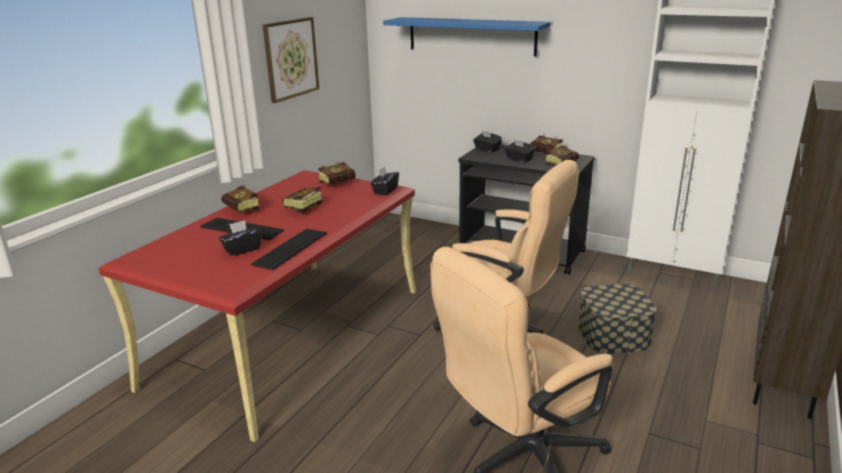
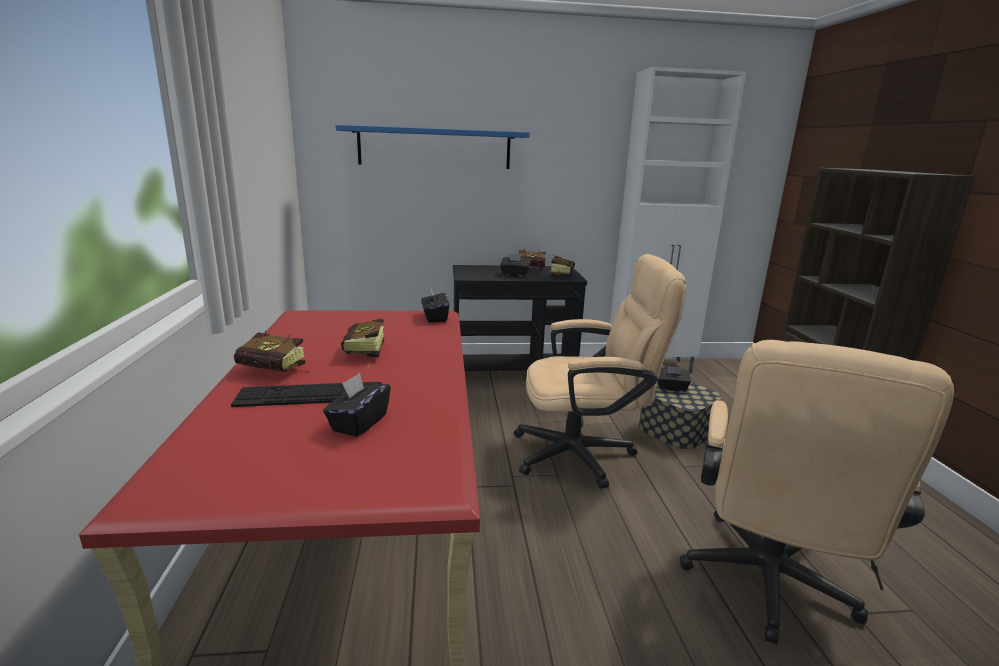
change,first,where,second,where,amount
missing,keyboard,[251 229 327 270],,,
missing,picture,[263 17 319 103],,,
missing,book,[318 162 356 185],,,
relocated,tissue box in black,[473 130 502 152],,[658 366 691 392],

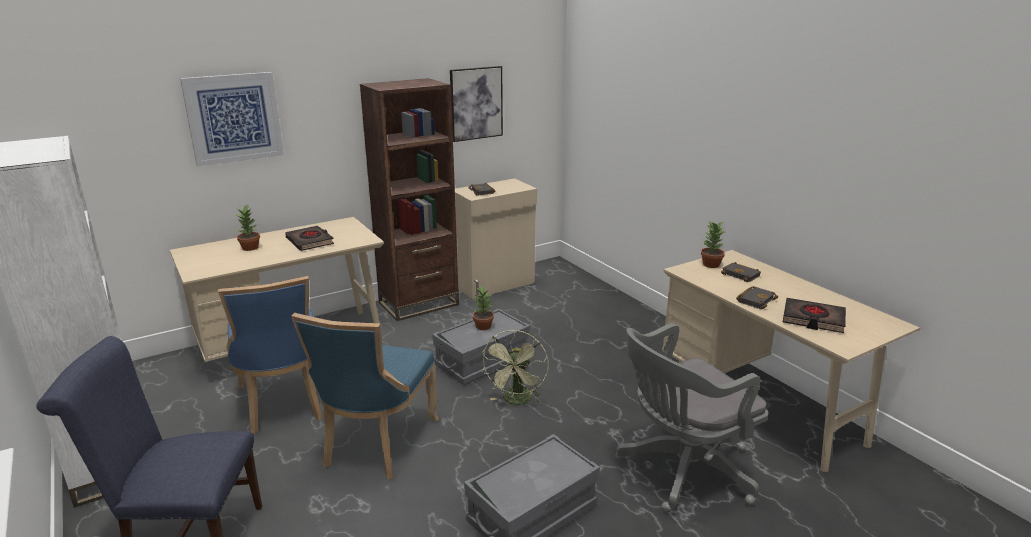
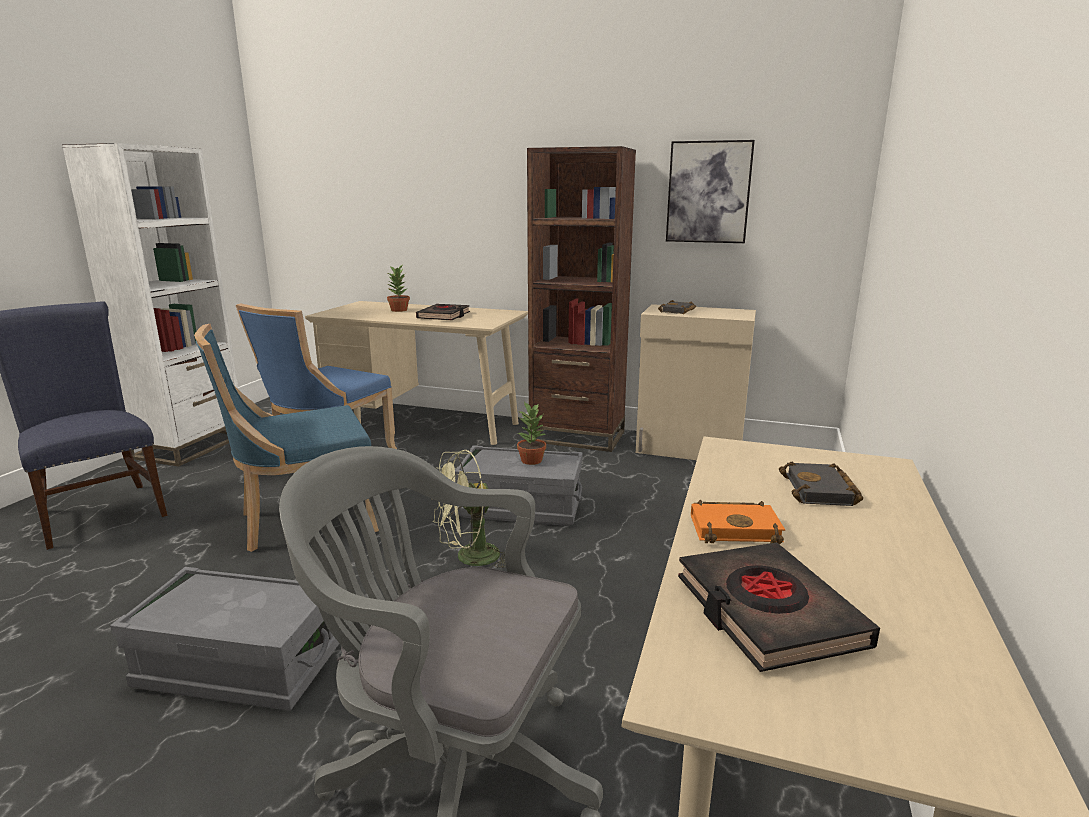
change,first,where,second,where,amount
missing,picture,[180 72 284 166],,,
missing,potted plant,[701 221 725 268],,,
colour,book in black,[736 286 778 309],book in orange,[691 500 785 545],

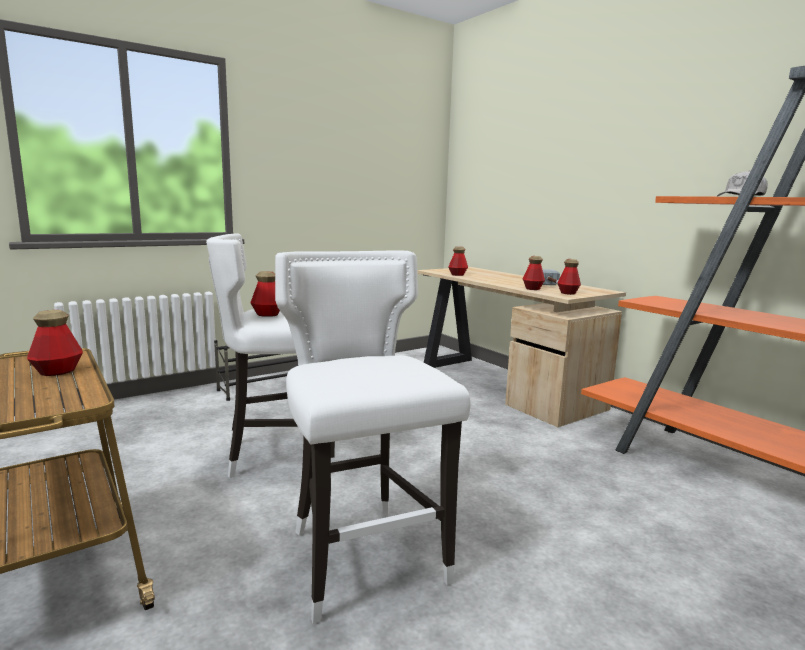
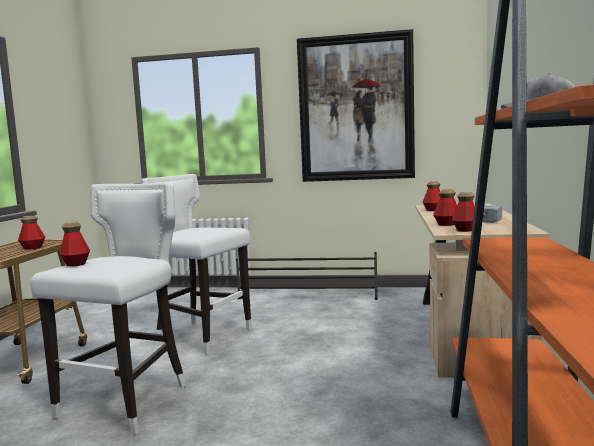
change,first,where,second,where,amount
appeared,,,picture,[297 29 415 182],
relocated,bottle,[250 271 280 317],,[60 222 90 266],

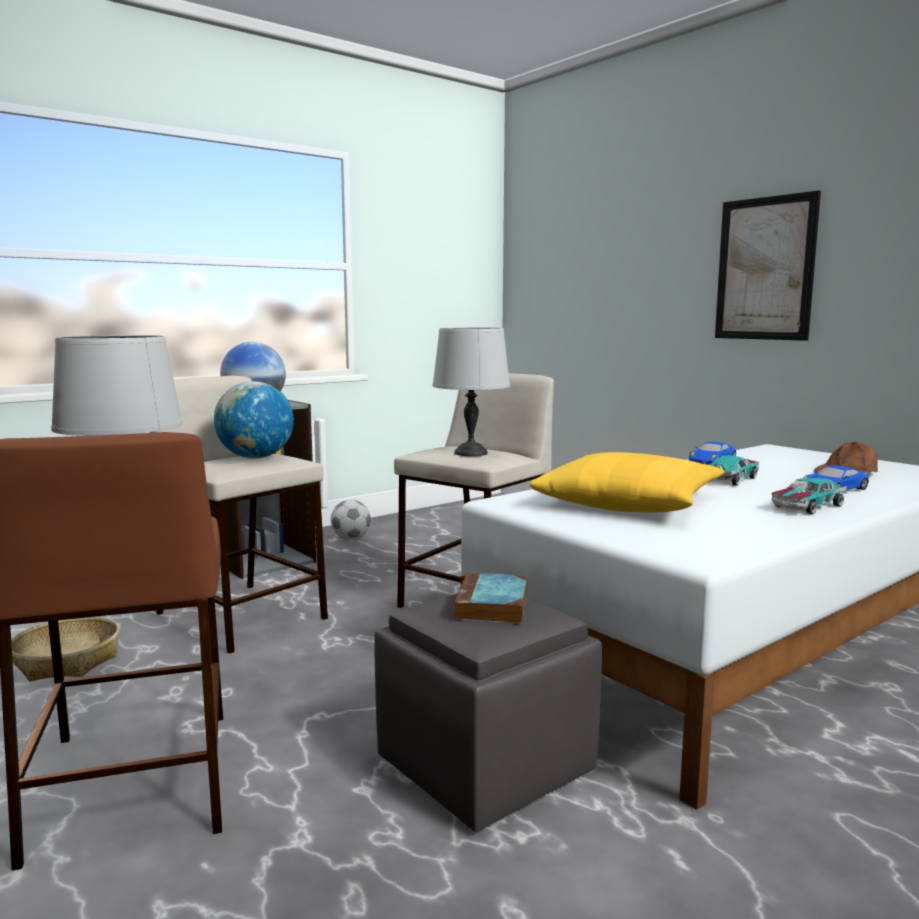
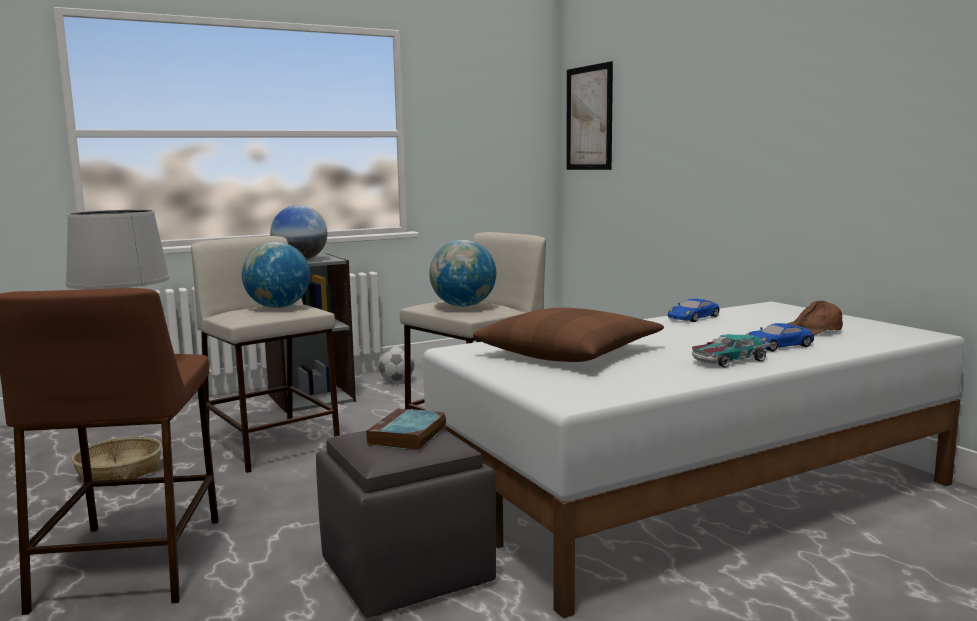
change,first,where,second,where,amount
missing,toy car,[710 455 759 486],,,
relocated,picture,[715 190 821 341],,[567 61 613 170],
exchanged,table lamp in grey,[433 328 510 456],globe,[429 240 496 307],
colour,pillow in yellow,[529 452 724 513],pillow in brown,[473 308 664 362],

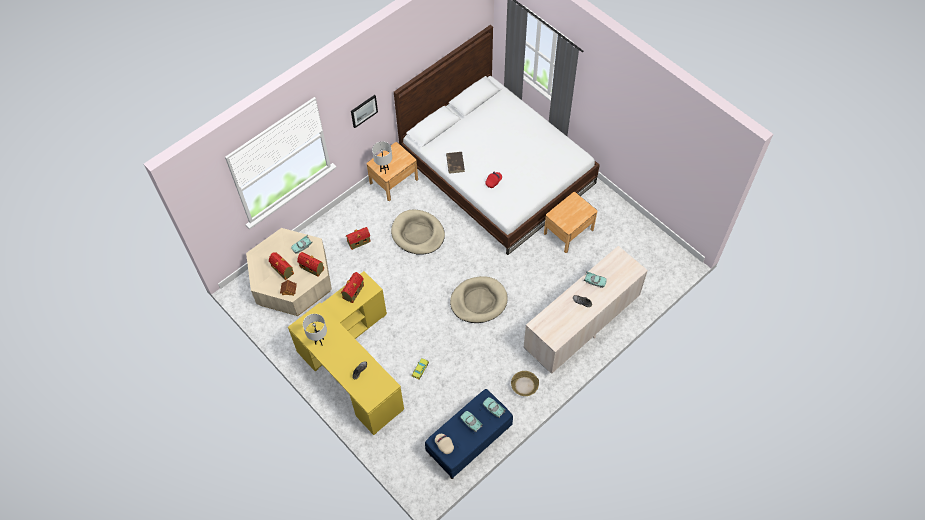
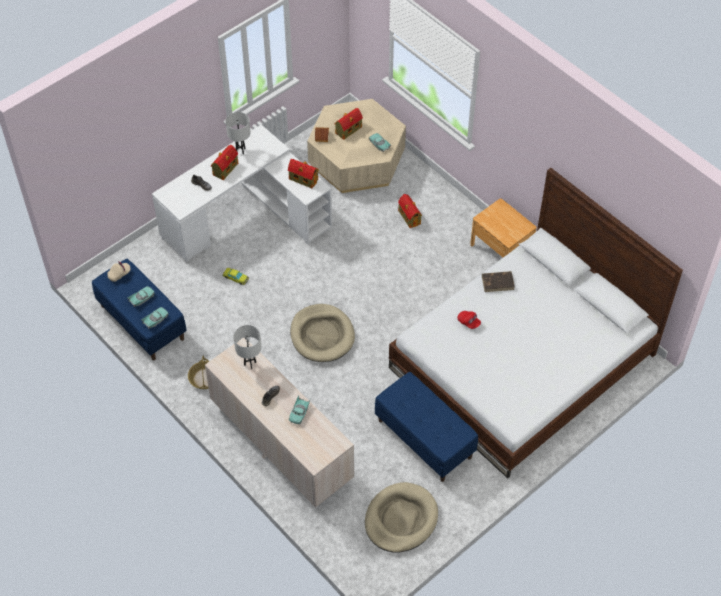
change,first,where,second,where,amount
missing,picture,[351 95 378 128],,,
relocated,toy house,[297 252 324 277],,[211 145 238 180],
relocated,table lamp in white,[372 141 392 174],,[233 325 261 369],
relocated,dog bed in beige,[391 210 445 255],,[365 482 438 553],
exchanged,nightstand in brown,[544 192 597 253],bench in blue,[375 372 478 482],
colour,desk in yellow,[288 271 404 435],desk in white,[152 125 332 262],

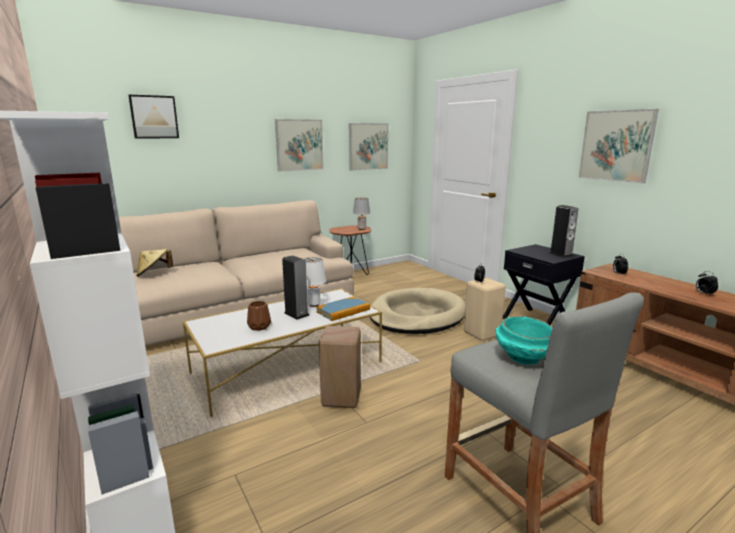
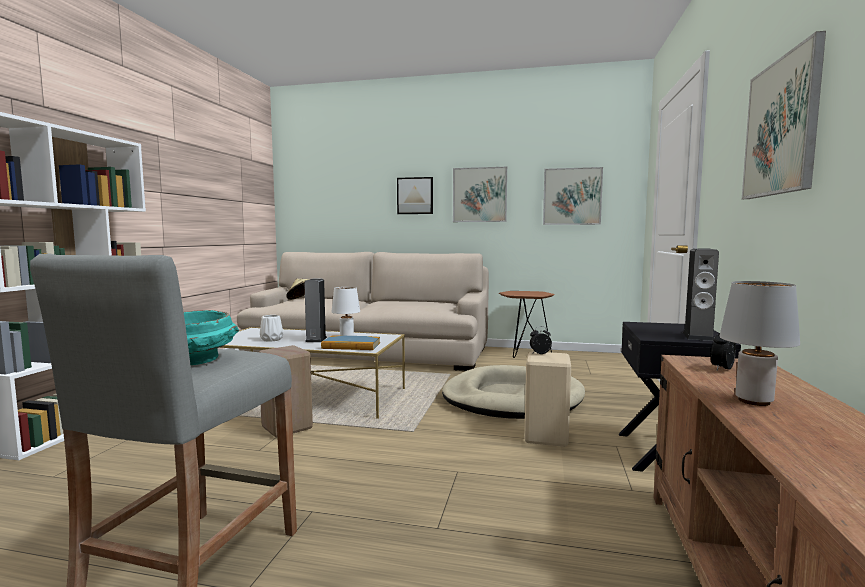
change,first,where,second,where,amount
missing,alarm clock,[696 271 718 296],,,
relocated,picture,[128 95 179 139],,[397 177 433 214],
relocated,table lamp in grey,[353 198 370 230],,[720 281 800 406],
colour,vase in brown,[247 301 271 331],vase in white,[260 315 283 342],

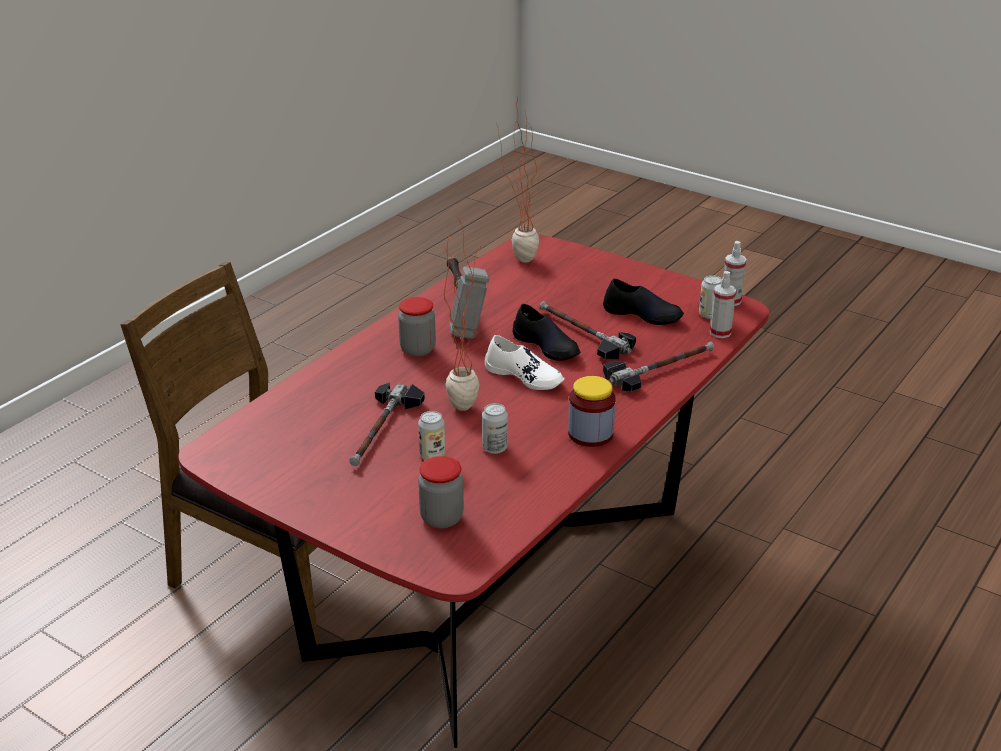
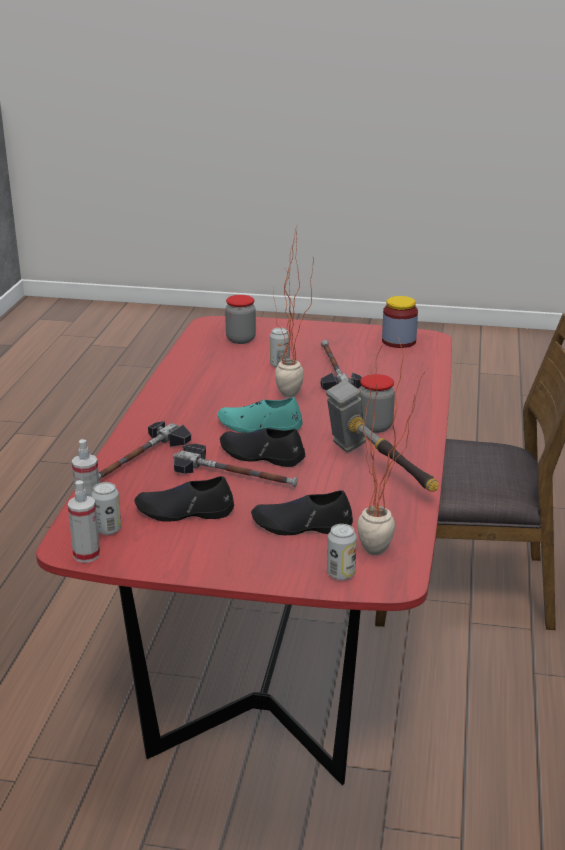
change,first,where,second,where,amount
appeared,,,shoe in black,[251 490 353 535],
relocated,can,[482 403 508 454],,[327 524 357 580],
relocated,jar,[568 376 616 447],,[382 296 418 348],
colour,shoe in white,[485 335 565 390],shoe in turquoise,[217 397 303 433],

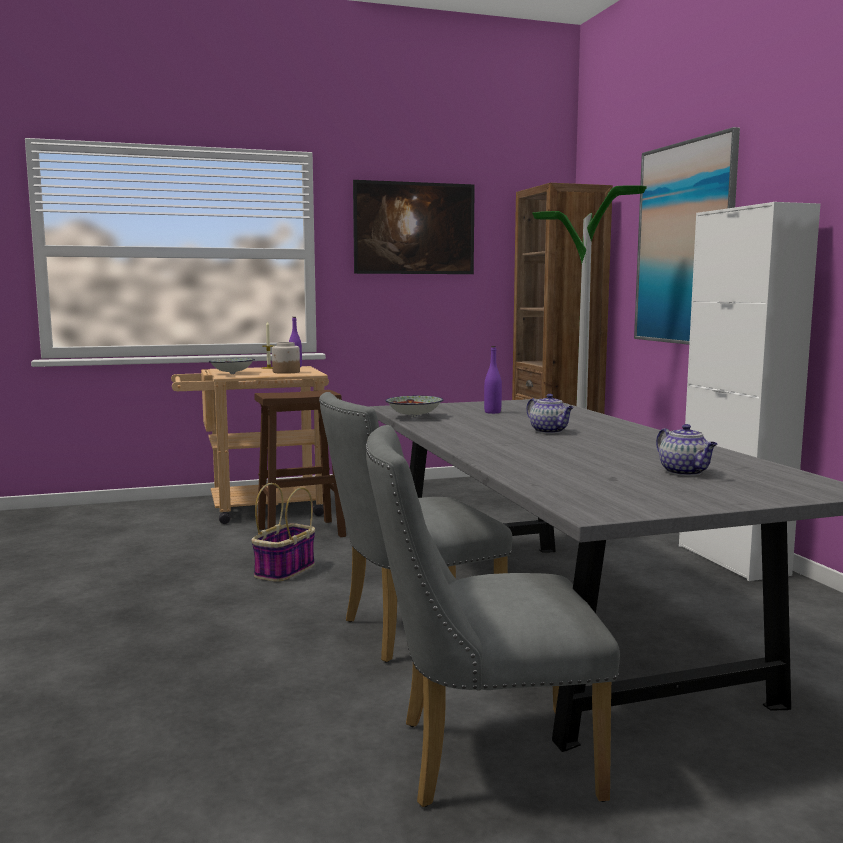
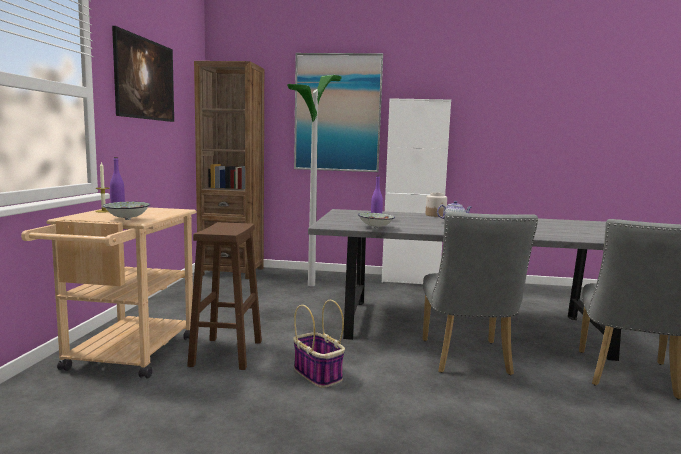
change,first,where,second,where,amount
missing,teapot,[656 424 717 476],,,
relocated,jar,[272 342 300 374],,[426 193 447 217],

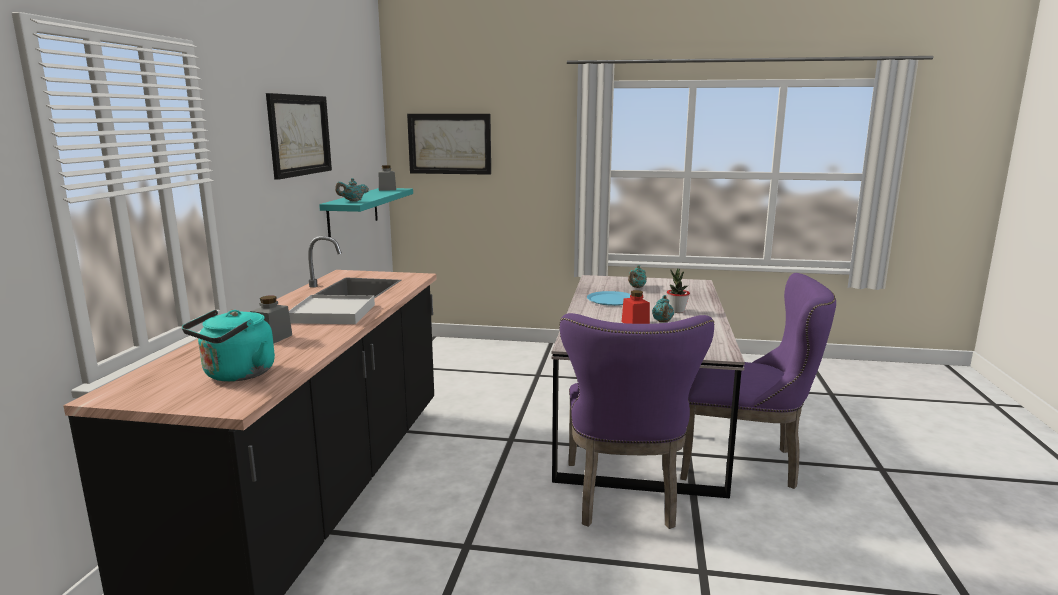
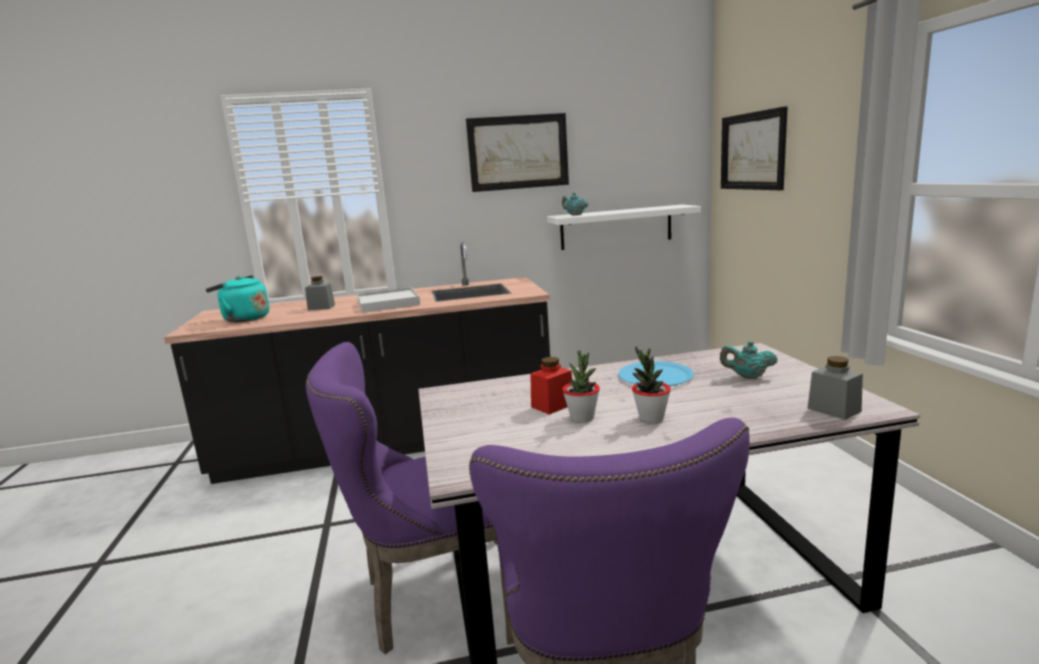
change,first,where,second,where,amount
relocated,jar in grey,[379 165 396 191],,[807 356 863 420],
exchanged,teapot in turquoise,[652 295 674 322],potted plant,[562 350 600 422],
colour,shelf in turquoise,[319 188 413 237],shelf in white,[547 204 701 250],

